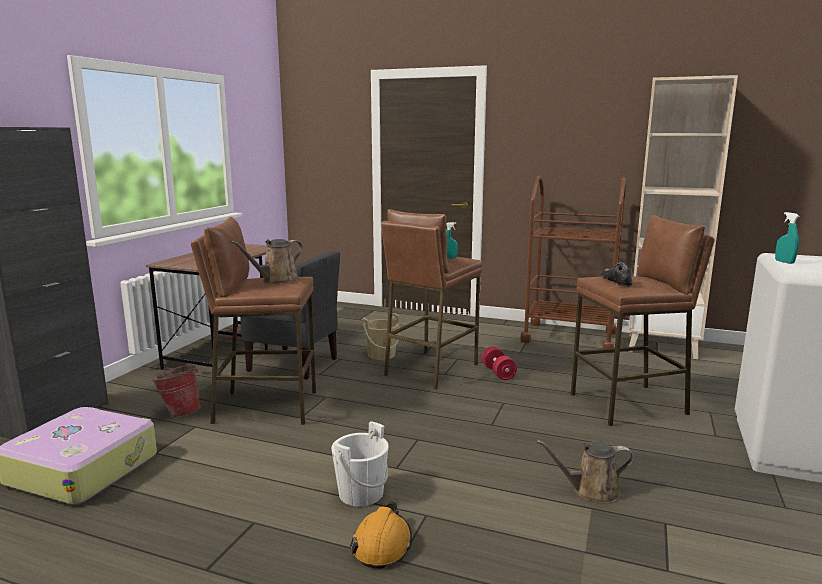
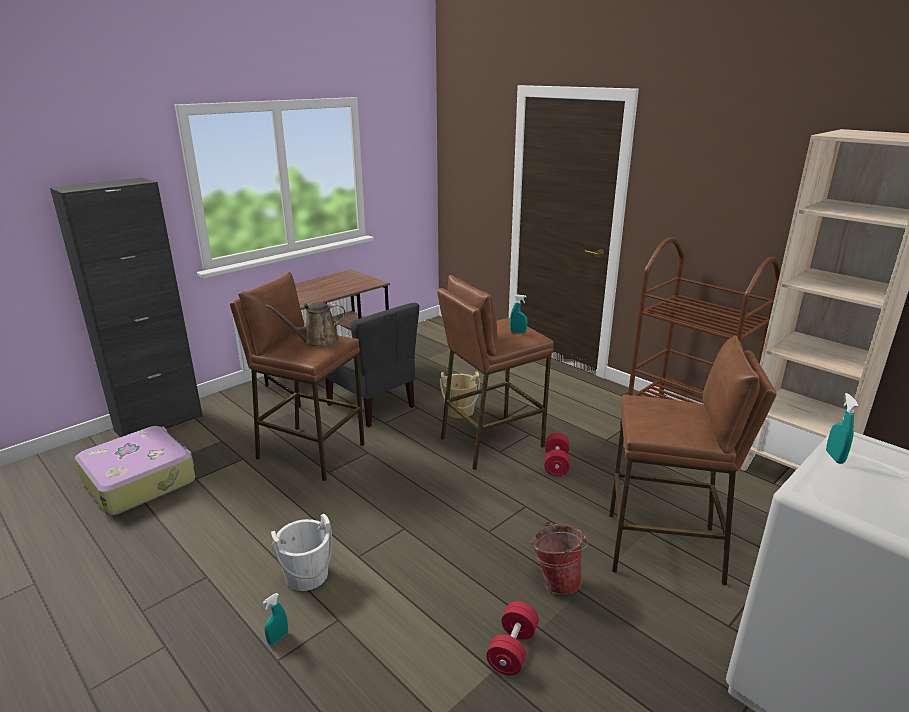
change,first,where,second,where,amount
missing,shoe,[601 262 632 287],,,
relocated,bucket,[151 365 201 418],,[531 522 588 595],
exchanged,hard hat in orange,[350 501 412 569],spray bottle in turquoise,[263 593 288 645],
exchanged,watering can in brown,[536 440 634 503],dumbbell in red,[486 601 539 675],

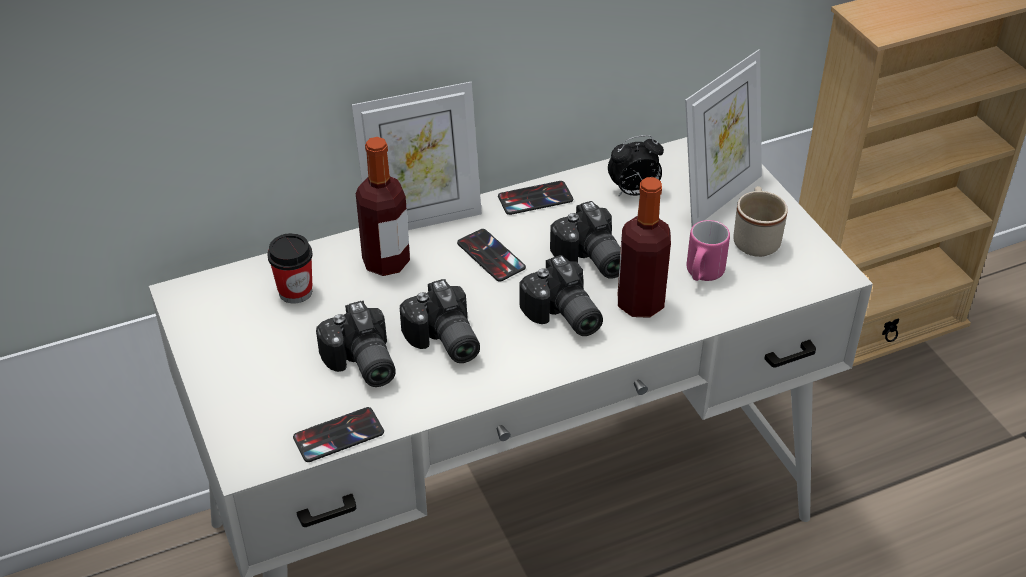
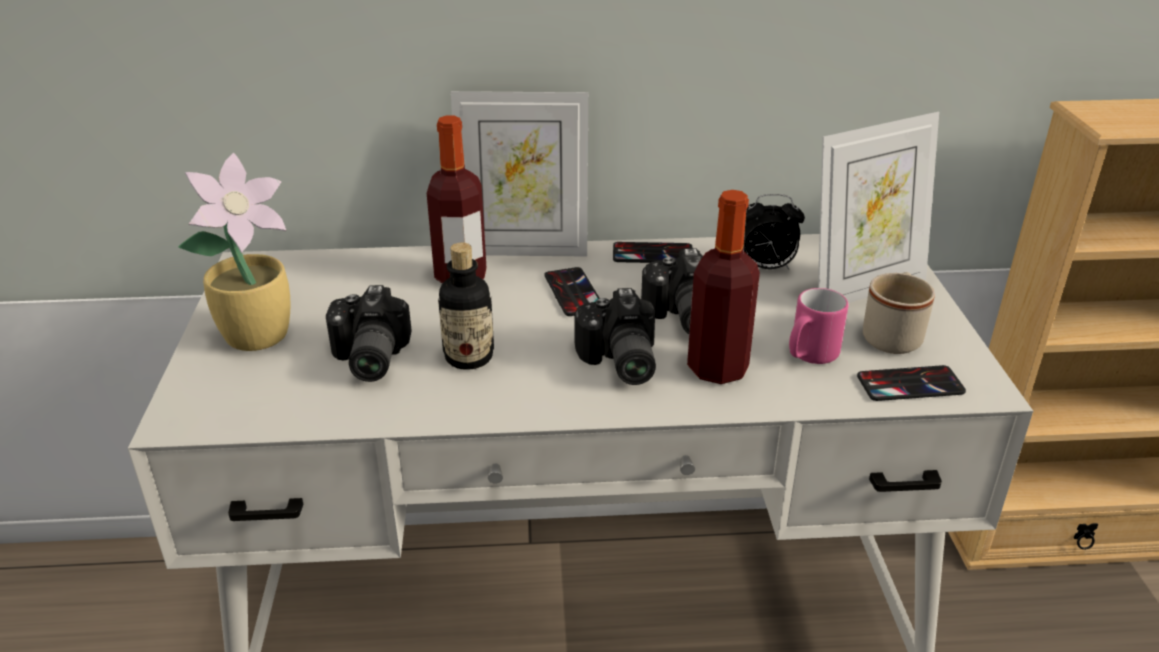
change,first,where,second,where,amount
missing,cup,[267 233 313 304],,,
appeared,,,potted plant,[178 153 291 351],
relocated,phone,[293 407 384 462],,[857 365 966 401],
exchanged,photo camera,[400 279 480 363],bottle,[438 242 494 370],

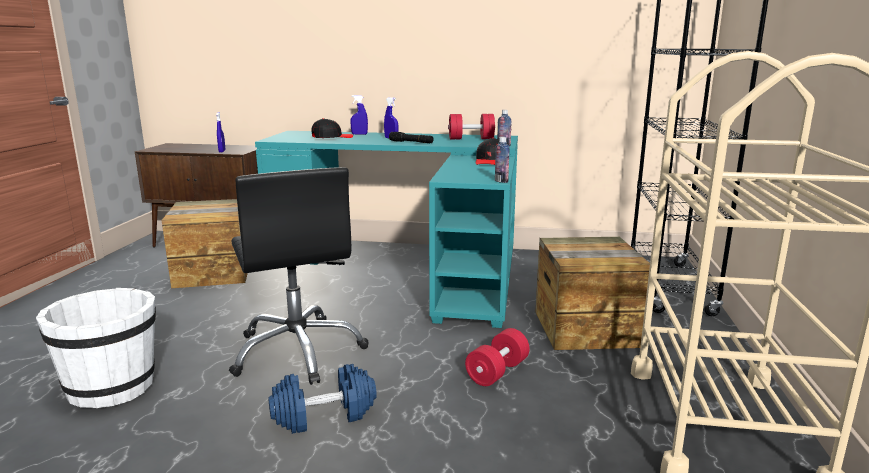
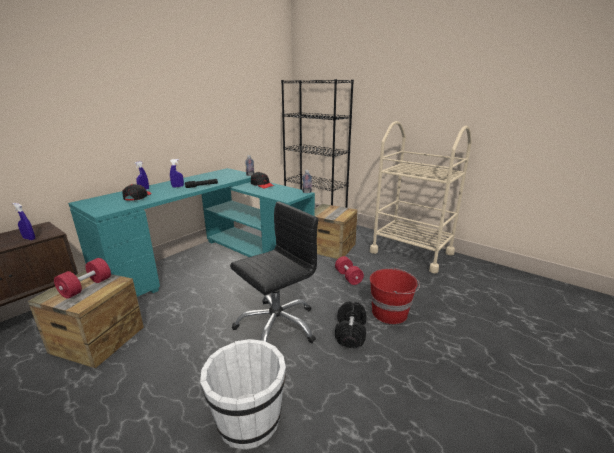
change,first,where,second,where,amount
appeared,,,bucket in red,[370 267 420 324],
relocated,dumbbell in red,[448 114 495 139],,[54 258 111 299],
colour,dumbbell in blue,[268 364 377 434],dumbbell in black,[335 301 367 348],
spun,office chair in black,[229 167 369 385],,[230 201 318 343],45 degrees counterclockwise

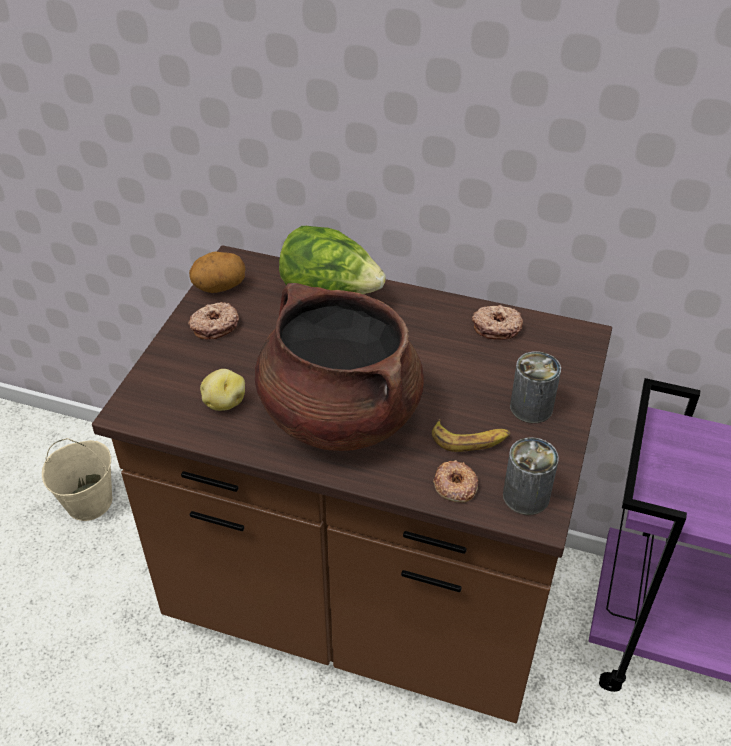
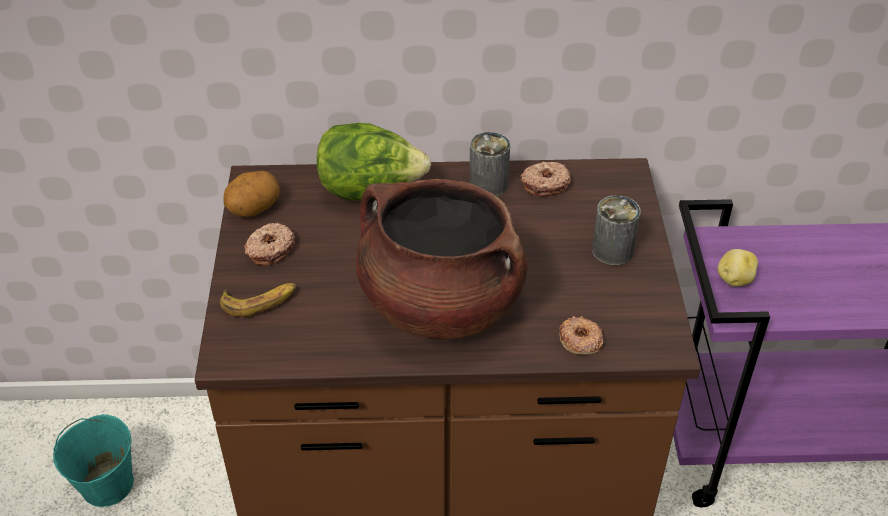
change,first,where,second,where,amount
relocated,potato,[200 369 245 411],,[718 249 758 287],
relocated,banana,[432 419 510 452],,[220 283 296 317],
relocated,can,[503 437 559 515],,[469 132 510 197],
colour,bucket in beige,[42 438 112 521],bucket in turquoise,[53 414 134 507],

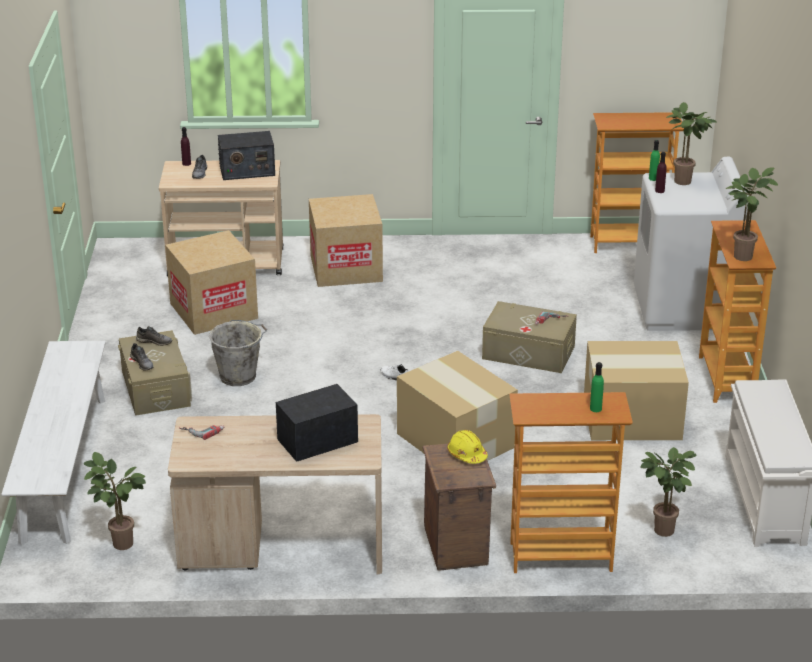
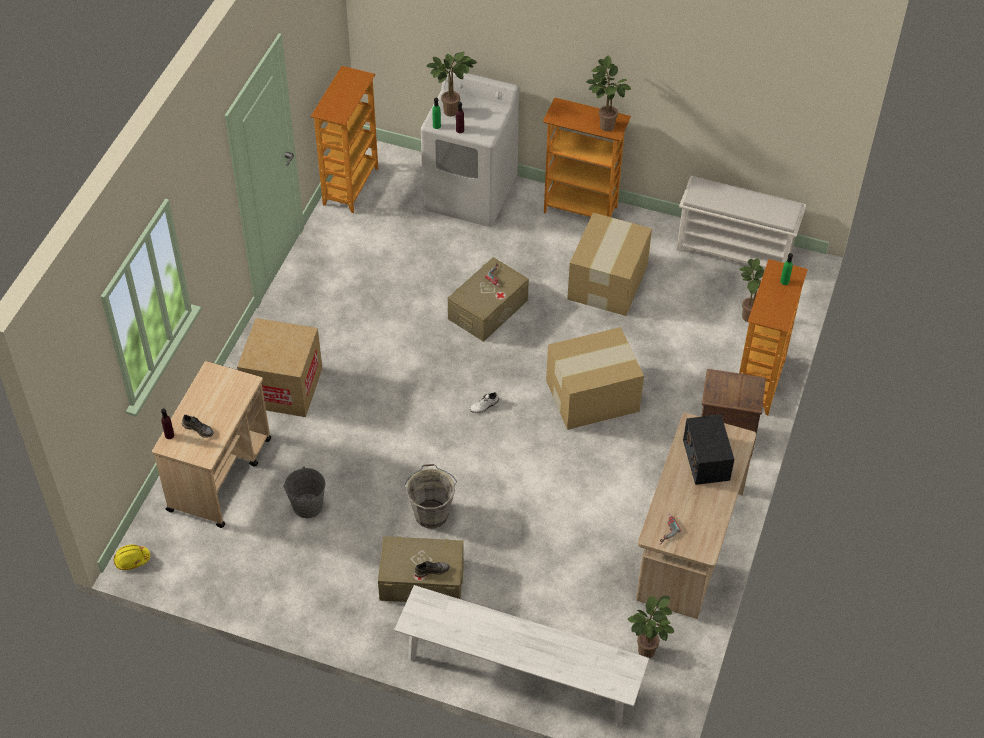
change,first,where,second,where,amount
missing,shoe in grey,[136 326 172 346],,,
missing,radio,[218 131 275 180],,,
relocated,hard hat in yellow,[447 430 488 464],,[114 545 150 570],
exchanged,cardboard box,[165 230 258 335],bucket in grey,[283 467 325 518],

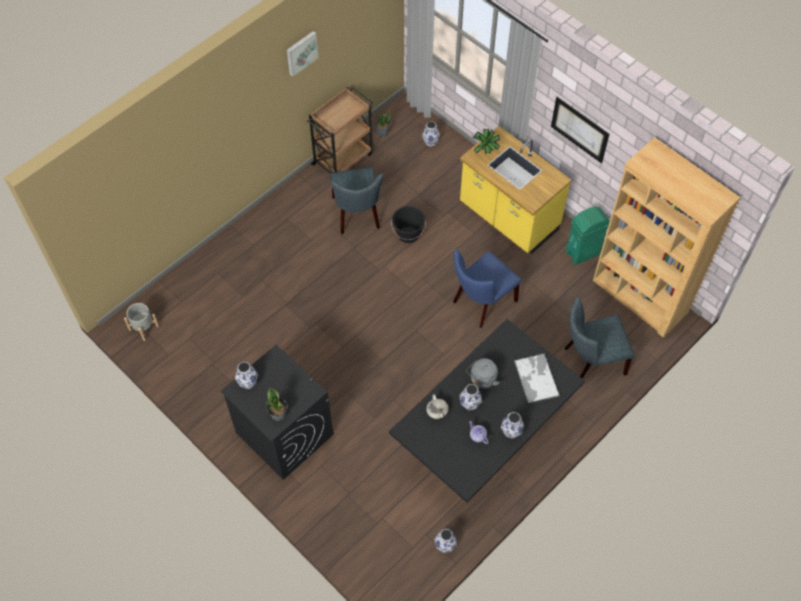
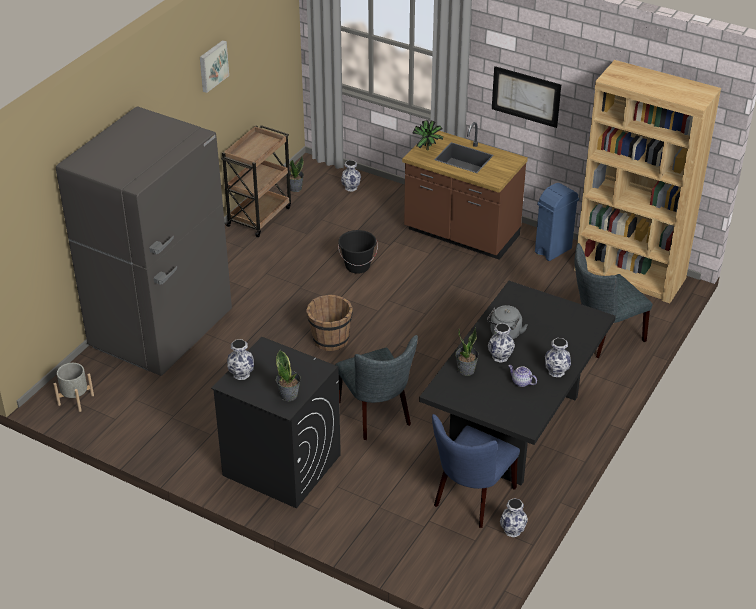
change,first,where,second,where,amount
missing,tray,[514 354 560 403],,,
appeared,,,fridge in grey,[56 106 232 376],
appeared,,,bucket in brown,[306 295 353 351],
relocated,chair in grey,[330 167 383 234],,[335 335 418 440],
relocated,chair in blue,[453 248 521 328],,[432 414 520 528],
exchanged,cooking pot in white,[426 394 449 419],potted plant,[455 327 479 376],
colour,counter in yellow,[460 126 572 254],counter in brown,[402 122 528 260],
colour,trash can in green,[566 207 610 265],trash can in blue,[535 183 579 261],

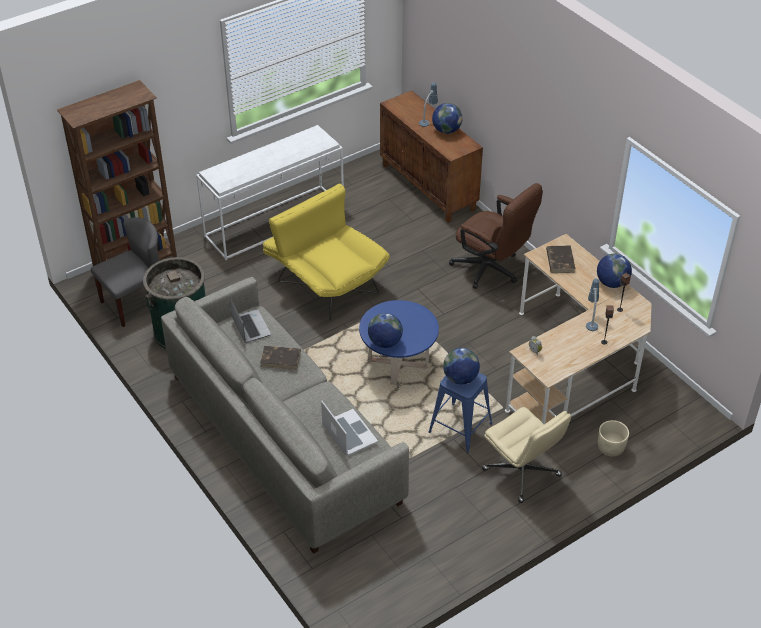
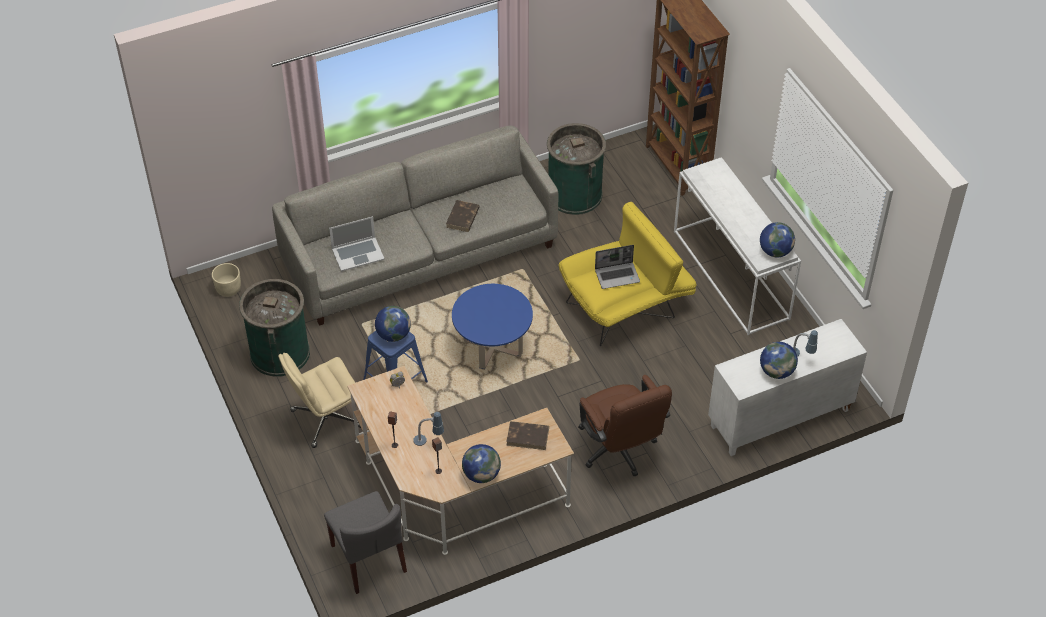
change,first,where,second,where,amount
appeared,,,trash can in green,[239 279 310 377],
relocated,chair in grey,[91 217 159 327],,[324 491 407 594],
relocated,laptop,[230 298 271 343],,[595 245 640 289],
relocated,globe,[368 313 403 348],,[760 222 795 257],
relocated,planter in beige,[598 420 629 457],,[212 263 241 297],
colour,cabinet in brown,[380 90 483 223],cabinet in white,[708 319 867 456],
spun,office chair in brown,[449 183 543 289],,[578 375 672 476],75 degrees counterclockwise

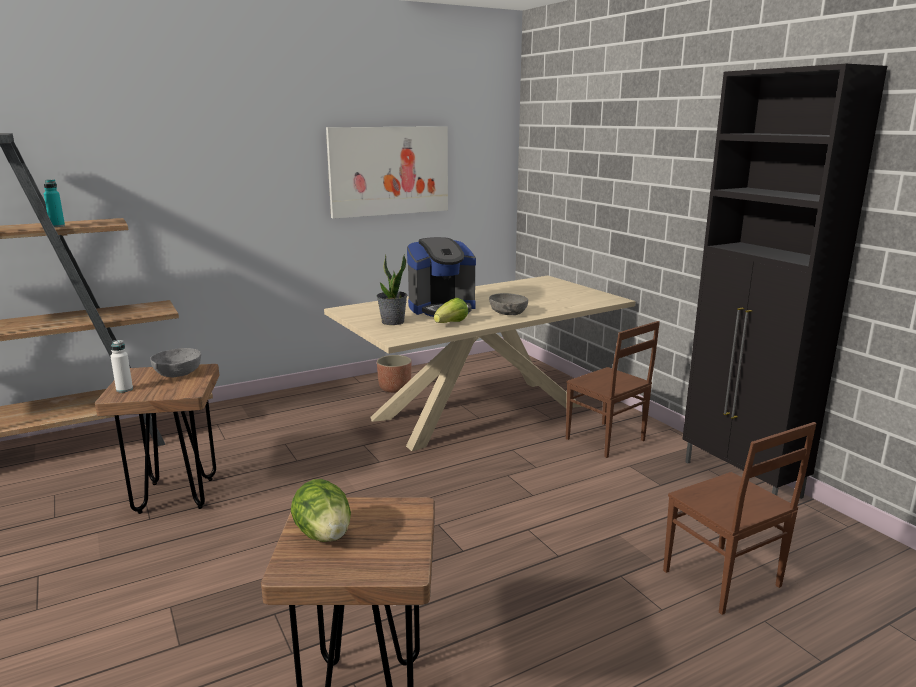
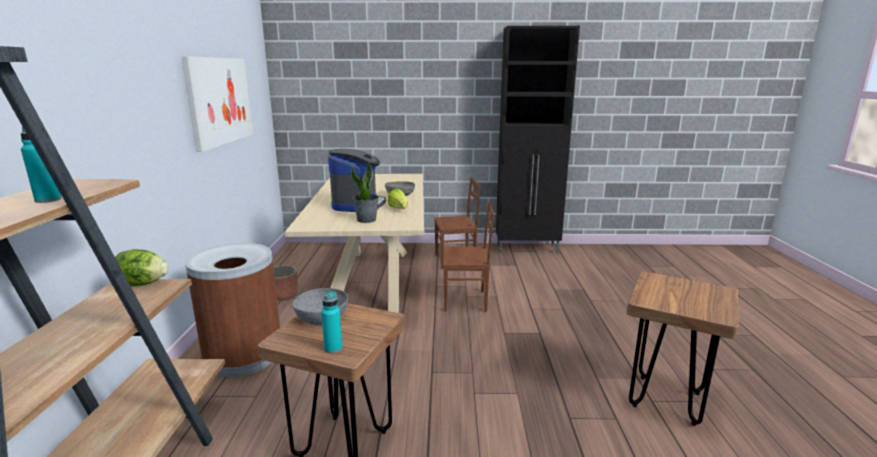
change,first,where,second,where,amount
appeared,,,trash can in brown,[185 243 280 377],
relocated,lettuce,[291 479 351 542],,[115 249 169 286],
relocated,chair in brown,[663 422 817 615],,[443 201 494 312],
colour,bottle in white,[110 340 133 392],bottle in turquoise,[321 292 342 353],

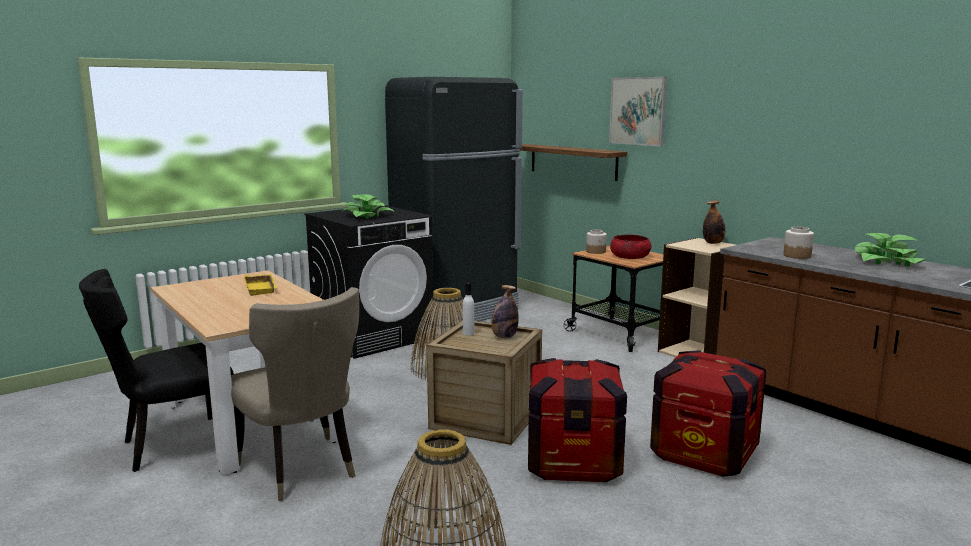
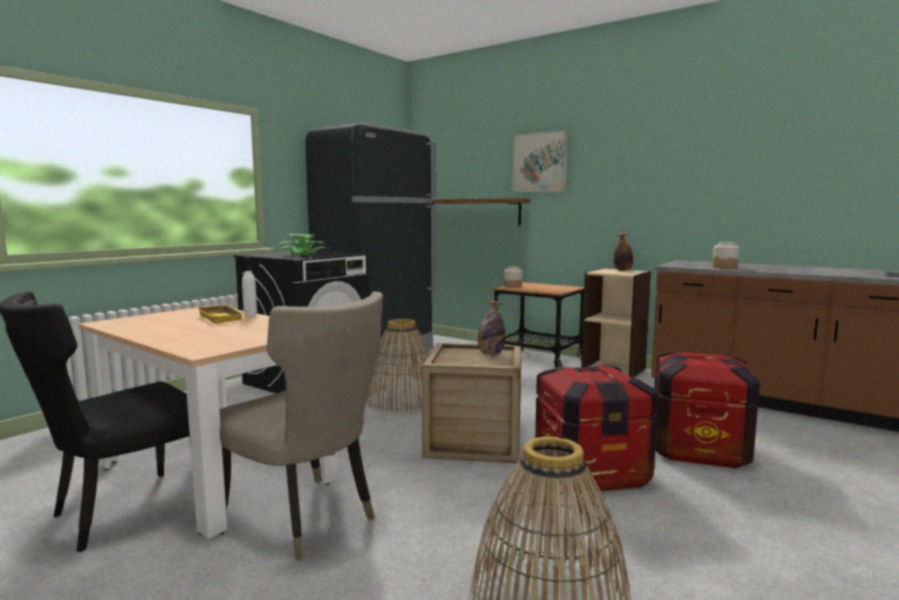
change,first,where,second,where,amount
missing,bowl in red,[610 234 651 259],,,
missing,potted plant,[855 233 925 266],,,
relocated,bottle in white,[463 282 474 335],,[242 257 257 316],

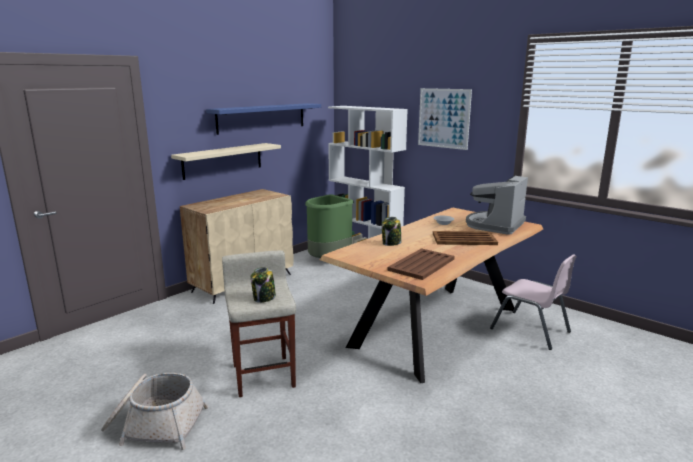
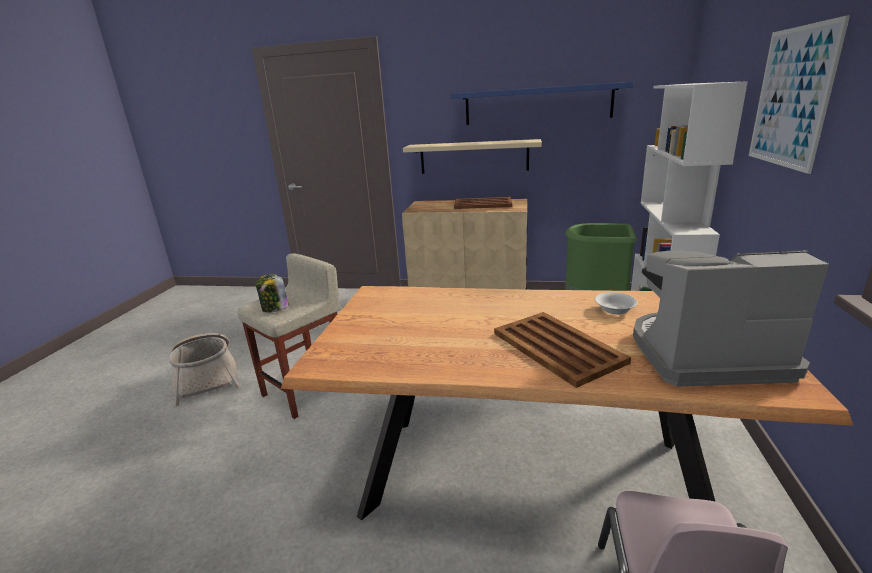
change,first,where,second,where,amount
missing,jar,[382 217 402 246],,,
relocated,tray in brown,[387 248 455 280],,[454 197 512 209],

